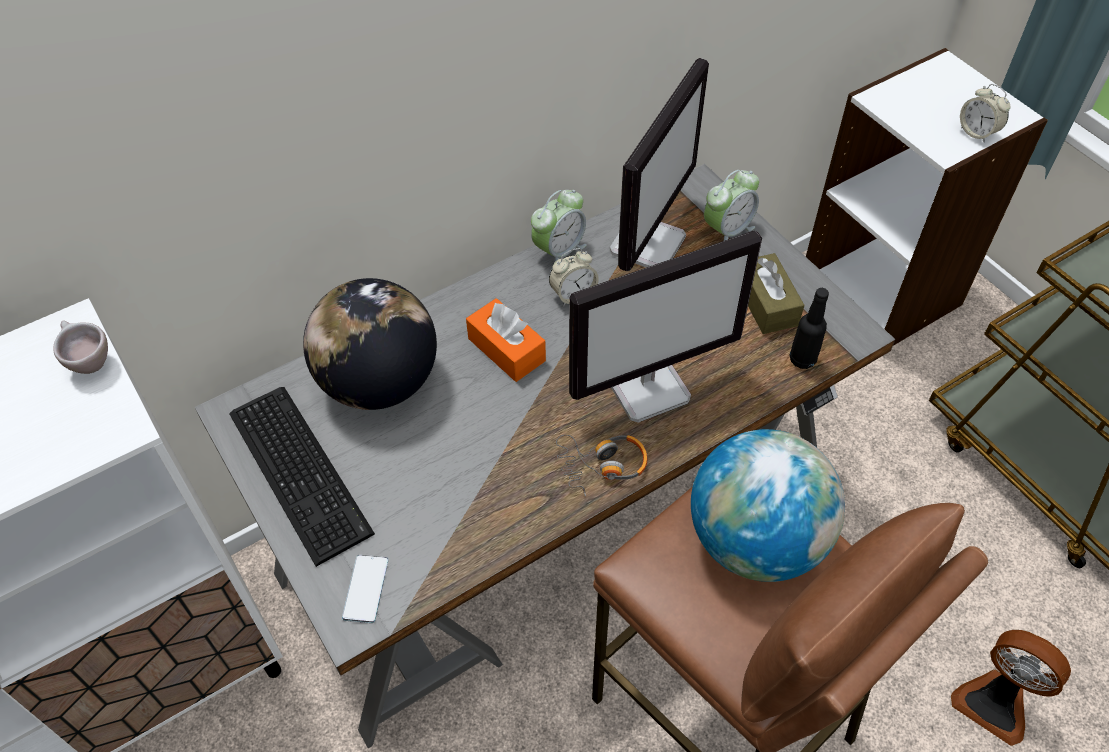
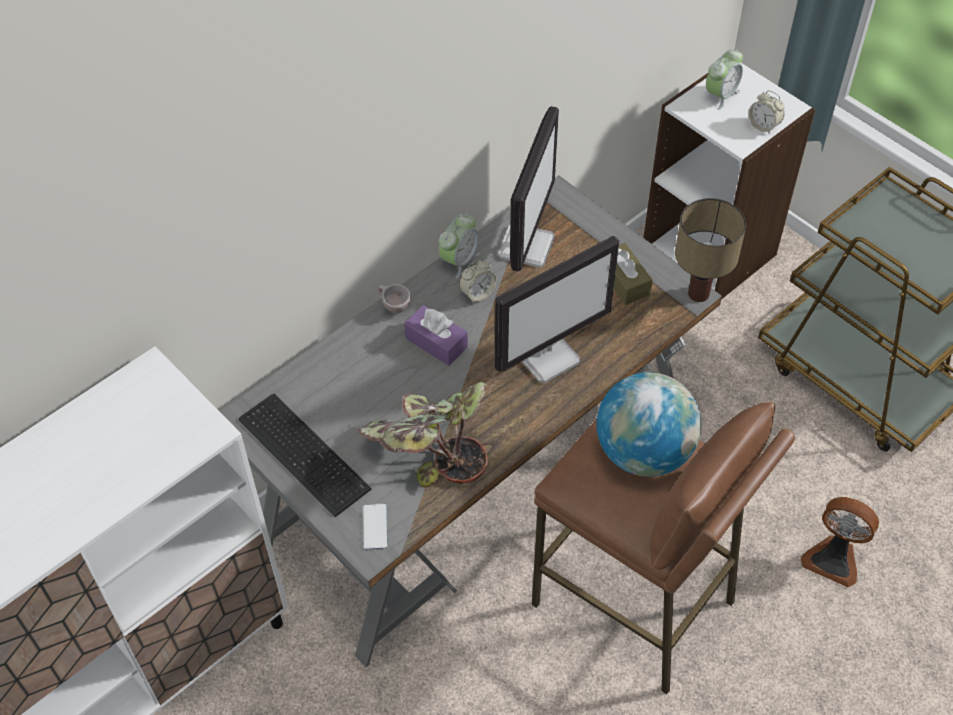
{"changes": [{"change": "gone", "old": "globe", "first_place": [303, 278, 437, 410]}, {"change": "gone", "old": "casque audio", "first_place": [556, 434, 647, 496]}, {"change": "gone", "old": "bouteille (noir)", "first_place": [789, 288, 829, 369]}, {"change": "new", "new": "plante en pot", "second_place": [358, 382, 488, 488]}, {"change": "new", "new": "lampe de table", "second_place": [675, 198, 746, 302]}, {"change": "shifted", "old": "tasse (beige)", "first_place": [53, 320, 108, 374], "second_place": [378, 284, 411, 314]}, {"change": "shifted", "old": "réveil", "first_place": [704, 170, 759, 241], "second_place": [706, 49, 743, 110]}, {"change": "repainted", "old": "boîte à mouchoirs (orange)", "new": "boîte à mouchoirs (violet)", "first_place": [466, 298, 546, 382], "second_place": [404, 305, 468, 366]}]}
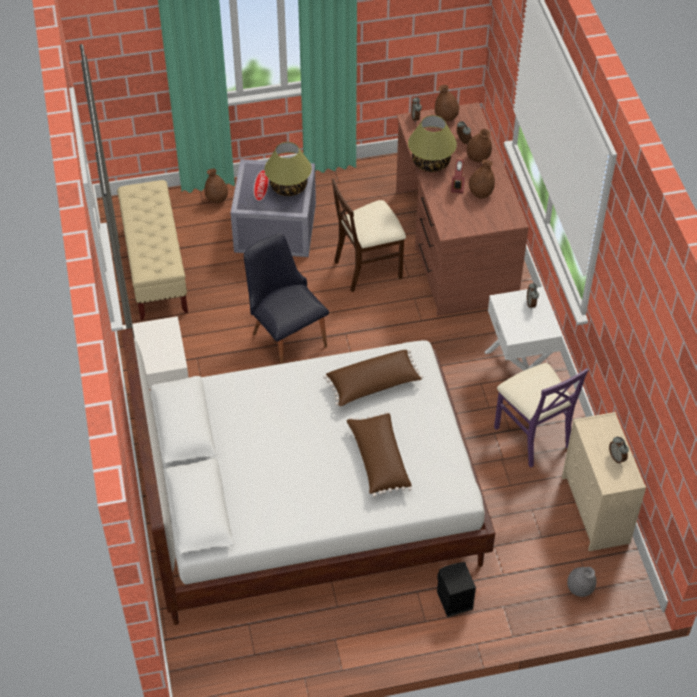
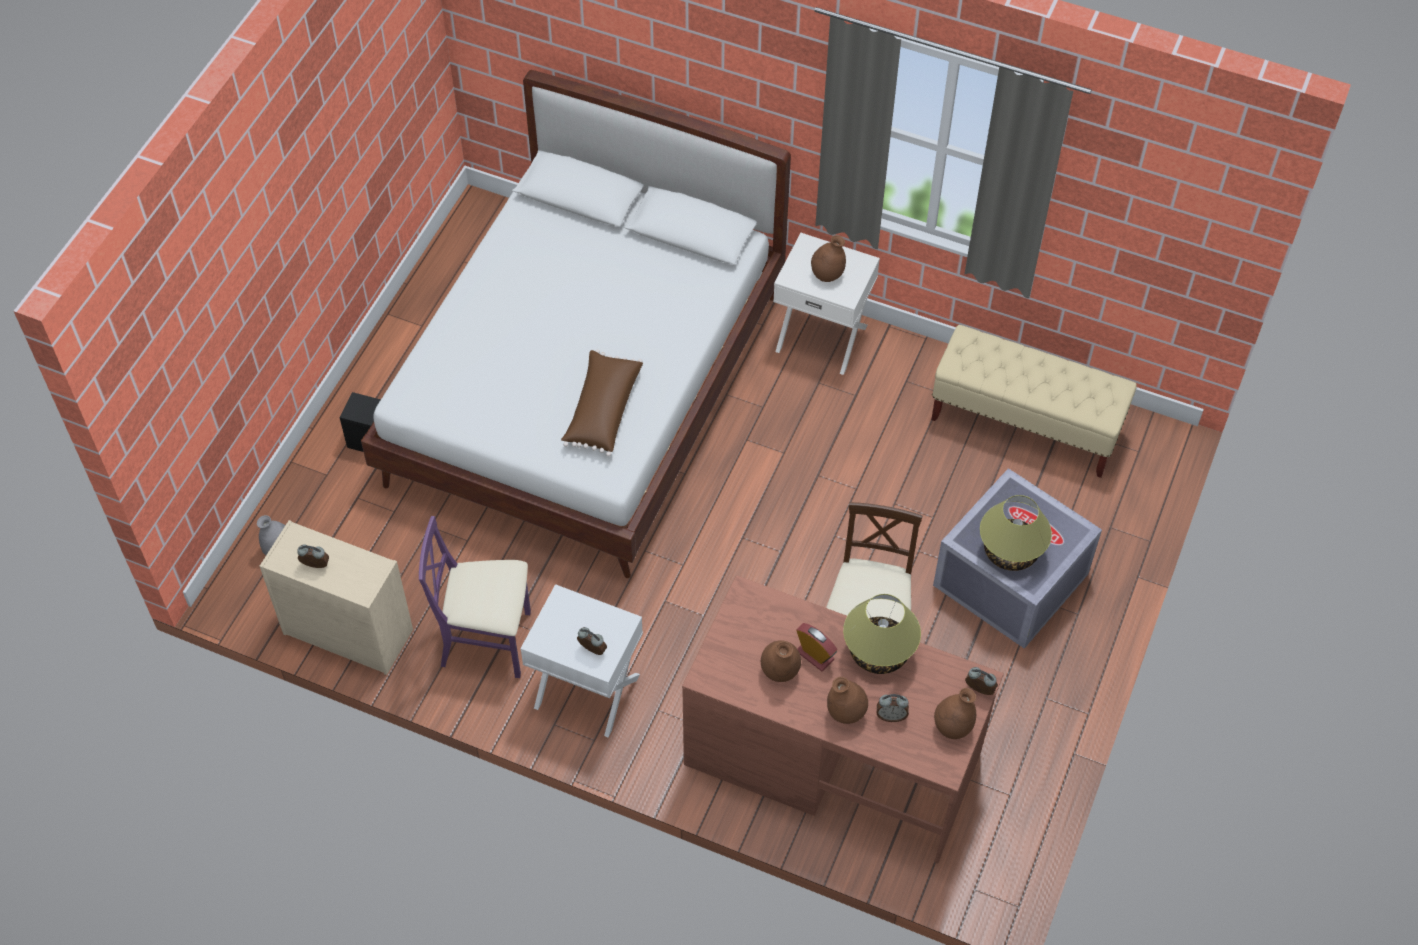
{"changes": [{"change": "gone", "old": "chaise (noir)", "first_place": [244, 234, 329, 364]}, {"change": "gone", "old": "coussin (marron)", "first_place": [347, 411, 412, 497]}, {"change": "shifted", "old": "vase (marron)", "first_place": [205, 169, 228, 203], "second_place": [811, 235, 846, 282]}]}
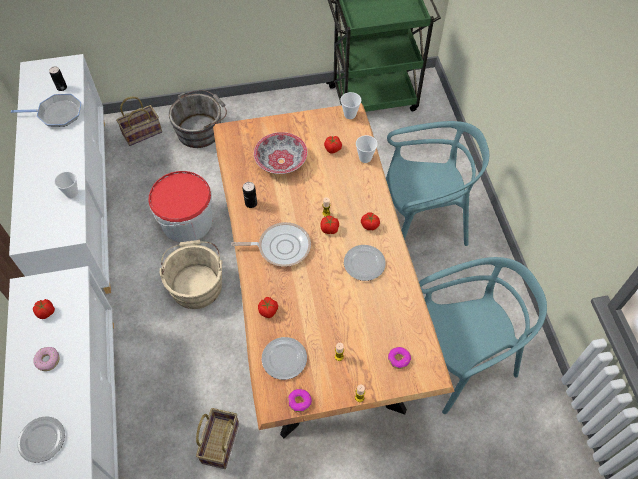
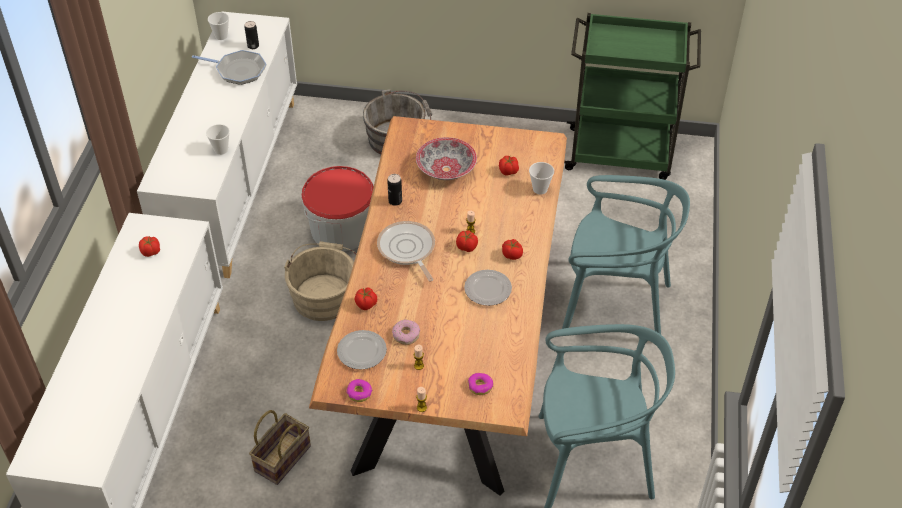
{"changes": [{"change": "gone", "old": "assiette", "first_place": [17, 416, 65, 463]}, {"change": "gone", "old": "panier", "first_place": [116, 97, 162, 146]}, {"change": "shifted", "old": "beignet", "first_place": [33, 347, 59, 371], "second_place": [392, 320, 420, 345]}, {"change": "shifted", "old": "tasse", "first_place": [340, 92, 361, 119], "second_place": [208, 12, 229, 40]}, {"change": "rotated", "old": "poêle", "first_place": [231, 222, 311, 267], "second_place": [377, 221, 435, 282], "degrees": -135}]}
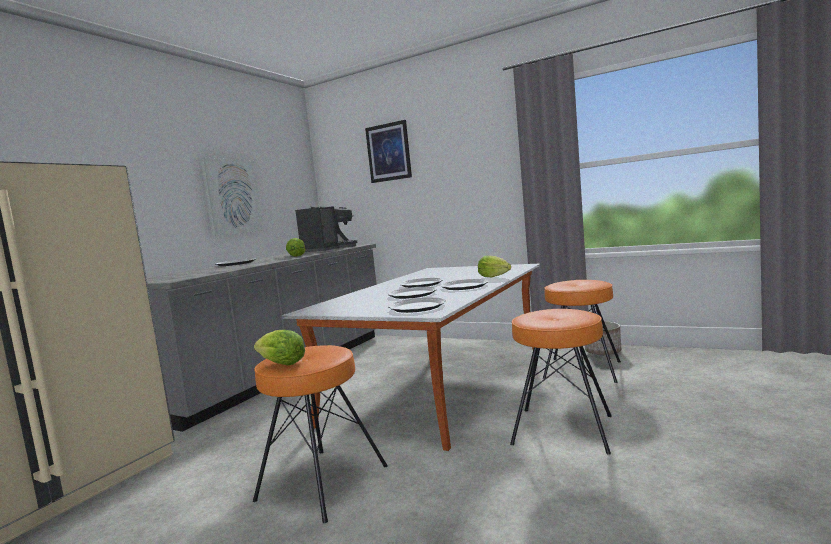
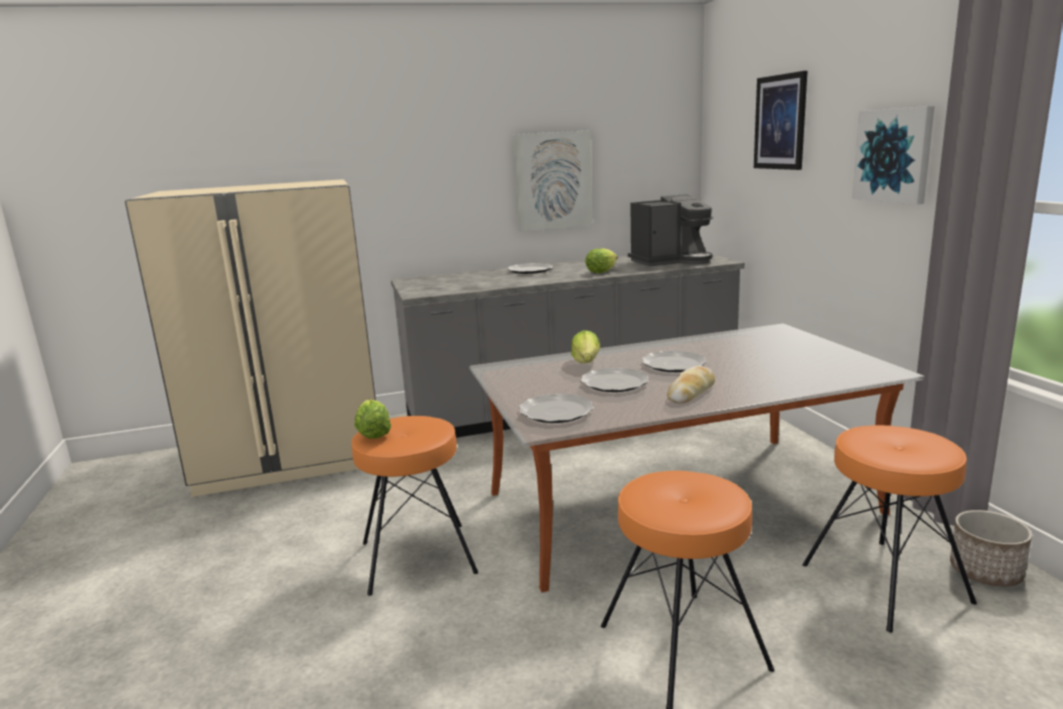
{"changes": [{"change": "new", "new": "tableau", "second_place": [852, 106, 935, 204]}, {"change": "shifted", "old": "laitue", "first_place": [478, 255, 511, 277], "second_place": [571, 330, 600, 363]}, {"change": "swapped", "old": "assiette", "new": "pain", "first_place": [440, 279, 489, 290], "second_place": [667, 366, 715, 404]}]}
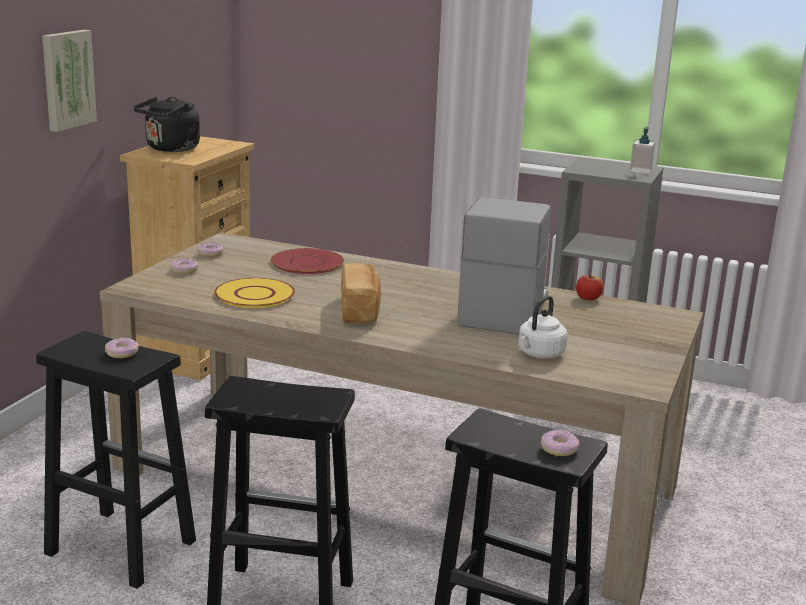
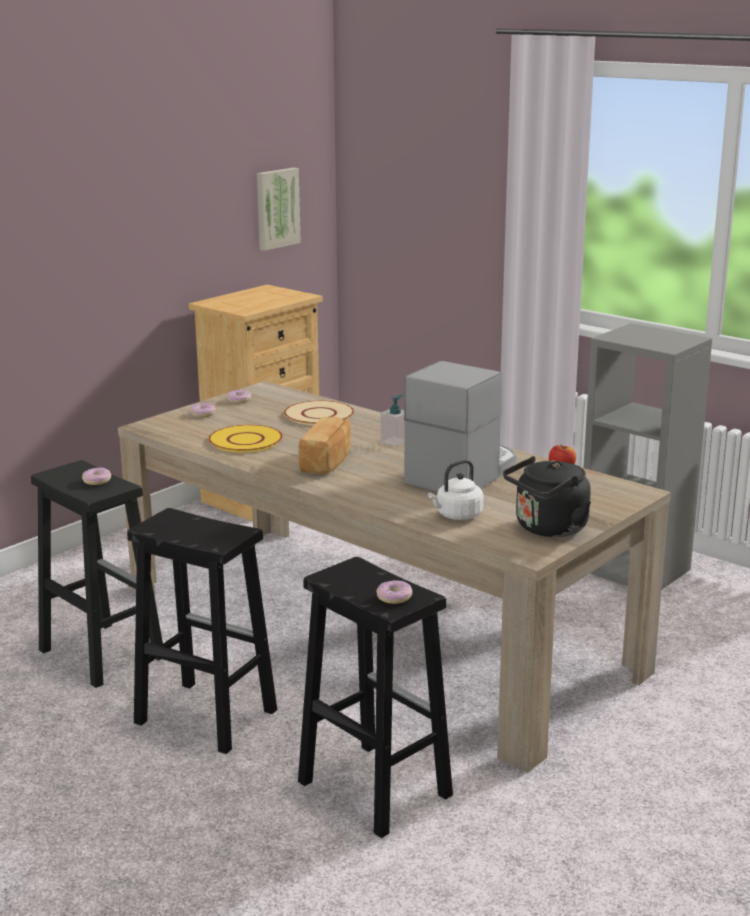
{"changes": [{"change": "shifted", "old": "tableau", "first_place": [42, 30, 97, 132], "second_place": [257, 168, 301, 251]}, {"change": "shifted", "old": "bouilloire (noir)", "first_place": [134, 97, 200, 152], "second_place": [503, 456, 591, 537]}, {"change": "shifted", "old": "distributeur de savon", "first_place": [630, 127, 655, 174], "second_place": [380, 394, 405, 447]}, {"change": "repainted", "old": "assiette (rouge)", "new": "assiette (beige)", "first_place": [271, 248, 344, 274], "second_place": [284, 400, 354, 425]}]}
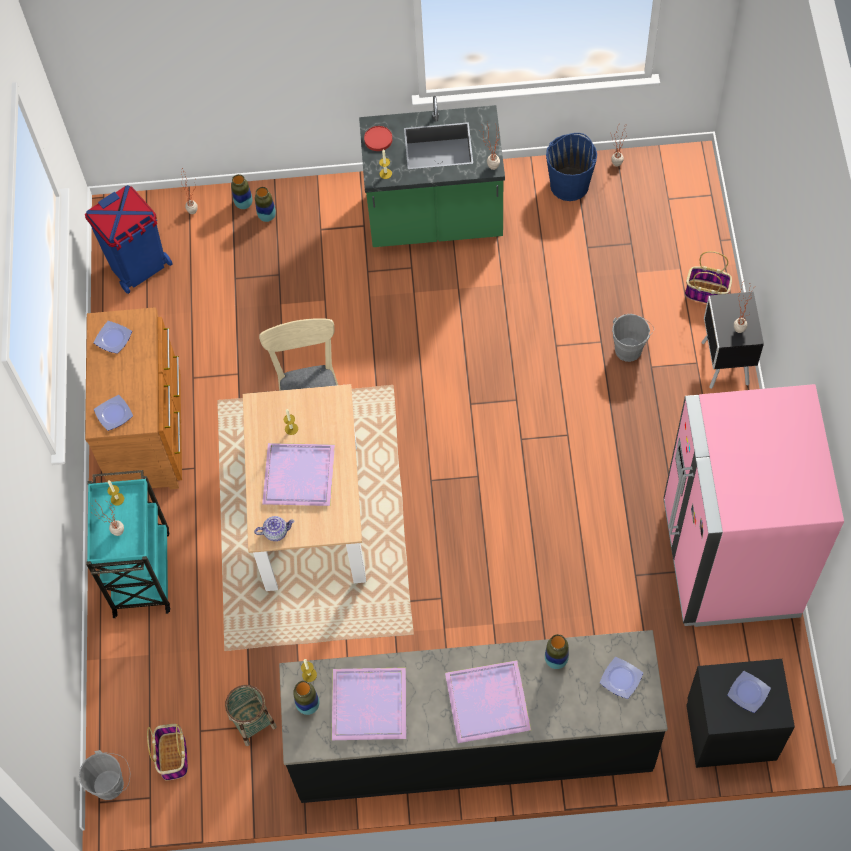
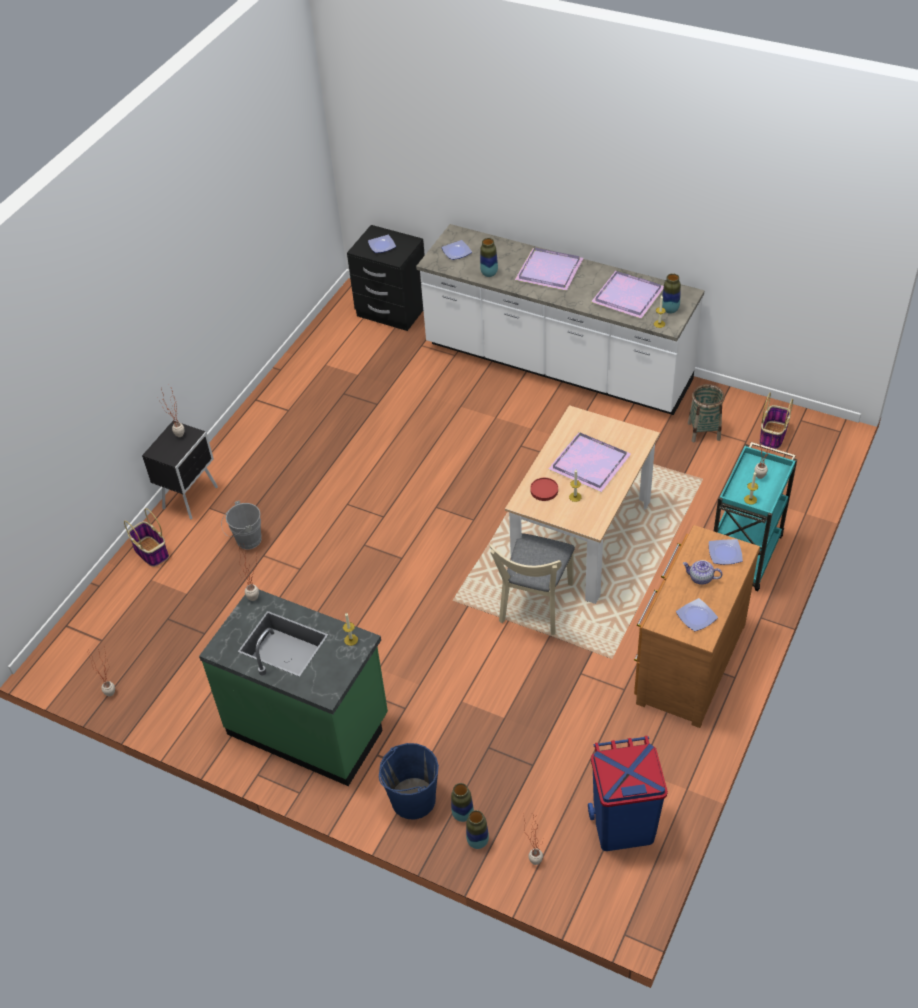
{"changes": [{"change": "gone", "old": "seau (gris)", "first_place": [79, 750, 130, 800]}, {"change": "gone", "old": "réfrigérateur (rose)", "first_place": [663, 384, 844, 627]}, {"change": "shifted", "old": "théière", "first_place": [254, 516, 295, 541], "second_place": [682, 560, 722, 585]}, {"change": "shifted", "old": "assiette (rouge)", "first_place": [364, 126, 392, 151], "second_place": [530, 478, 558, 501]}, {"change": "shifted", "old": "seau (bleu)", "first_place": [546, 133, 597, 201], "second_place": [379, 743, 439, 820]}, {"change": "repainted", "old": "comptoir de cuisine (noir)", "new": "comptoir de cuisine (blanc)", "first_place": [279, 630, 668, 803], "second_place": [416, 224, 704, 415]}]}
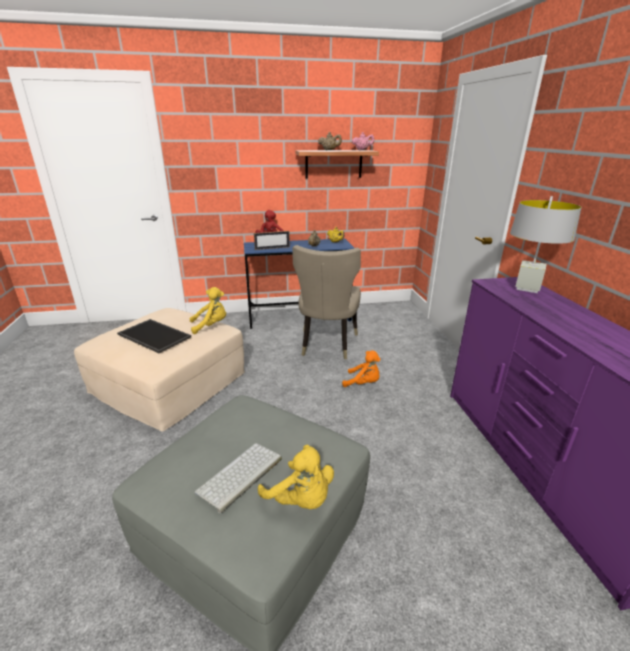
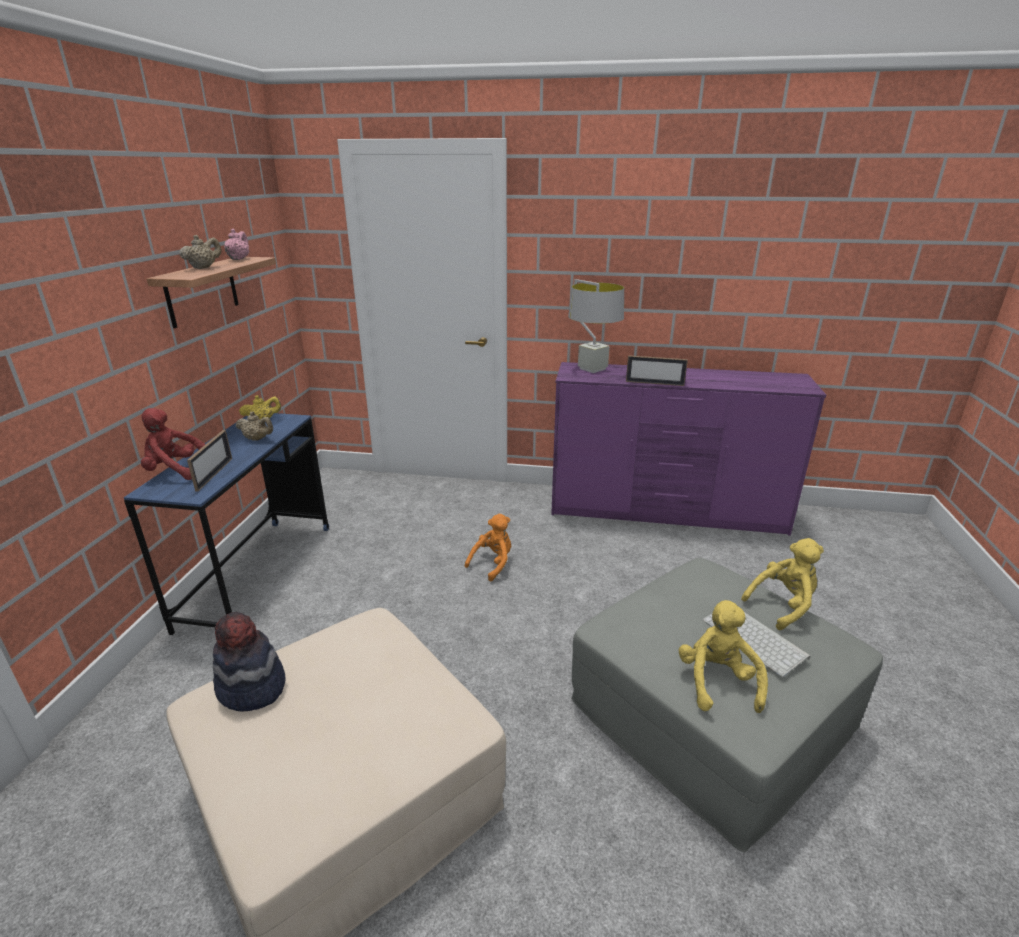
{"changes": [{"change": "gone", "old": "plateau", "first_place": [117, 319, 191, 353]}, {"change": "gone", "old": "chaise (beige)", "first_place": [293, 245, 361, 359]}, {"change": "new", "new": "chapeau", "second_place": [213, 612, 285, 712]}, {"change": "new", "new": "cadre photo", "second_place": [626, 355, 688, 386]}, {"change": "shifted", "old": "peluche (jaune)", "first_place": [189, 287, 226, 334], "second_place": [679, 600, 768, 713]}]}
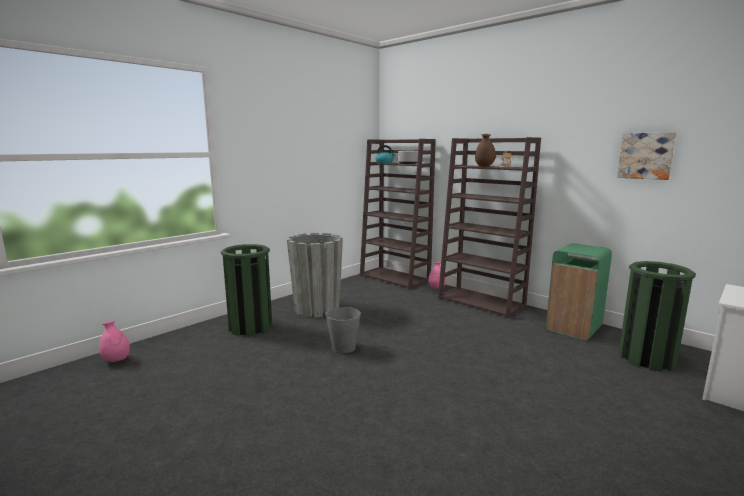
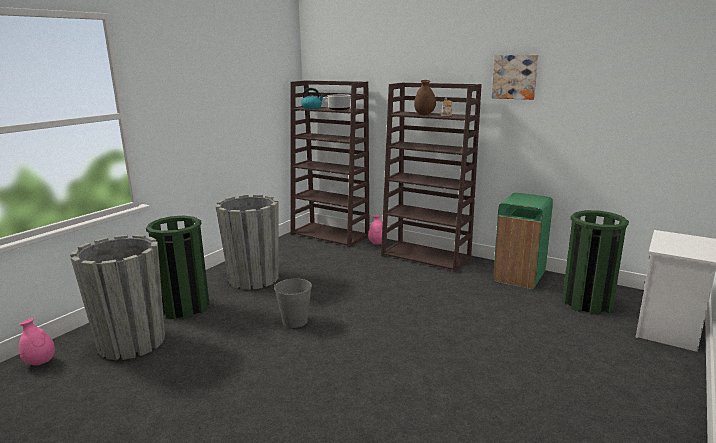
{"changes": [{"change": "new", "new": "cache-pot (gris)", "second_place": [70, 234, 165, 360]}, {"change": "shifted", "old": "tableau", "first_place": [617, 132, 677, 180], "second_place": [492, 55, 539, 100]}]}
